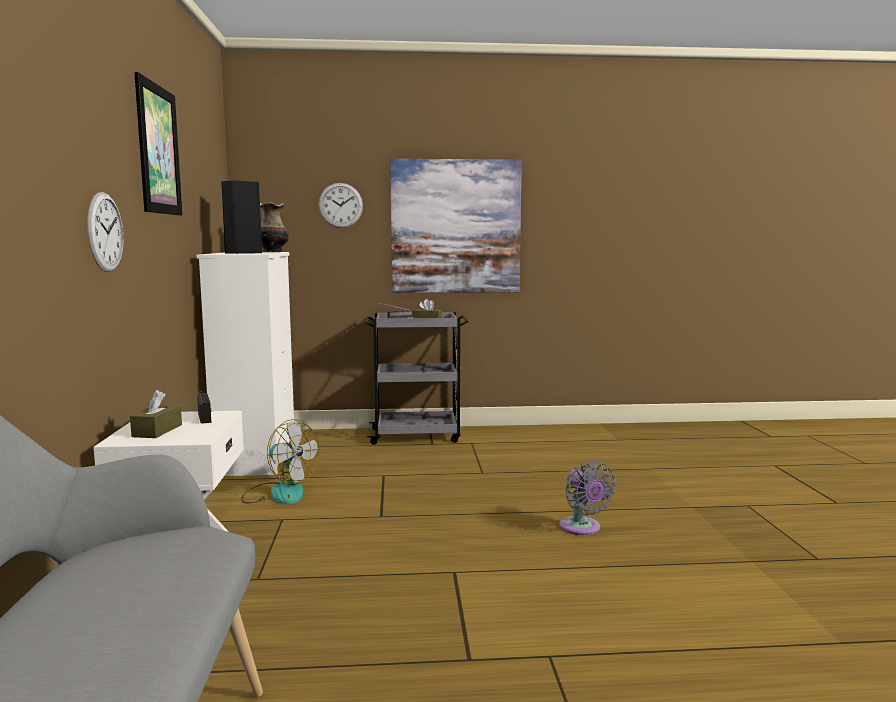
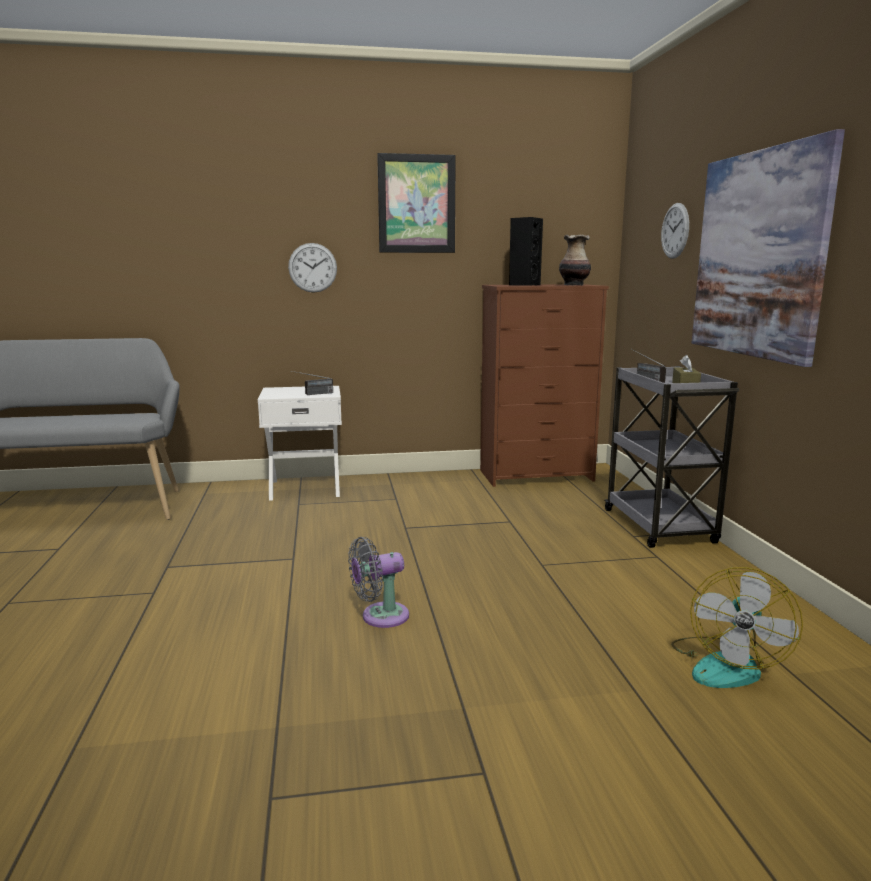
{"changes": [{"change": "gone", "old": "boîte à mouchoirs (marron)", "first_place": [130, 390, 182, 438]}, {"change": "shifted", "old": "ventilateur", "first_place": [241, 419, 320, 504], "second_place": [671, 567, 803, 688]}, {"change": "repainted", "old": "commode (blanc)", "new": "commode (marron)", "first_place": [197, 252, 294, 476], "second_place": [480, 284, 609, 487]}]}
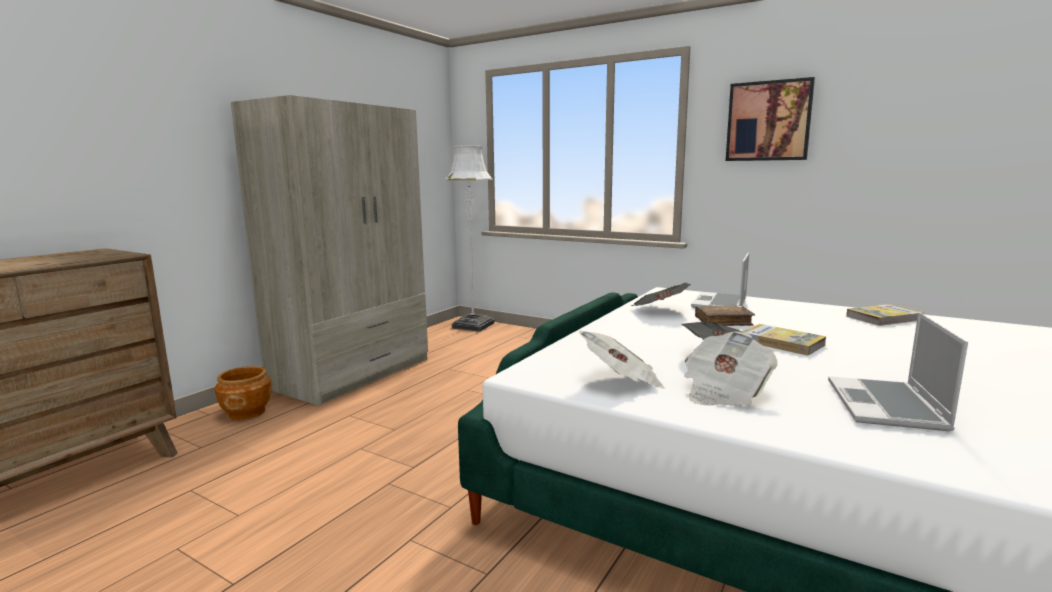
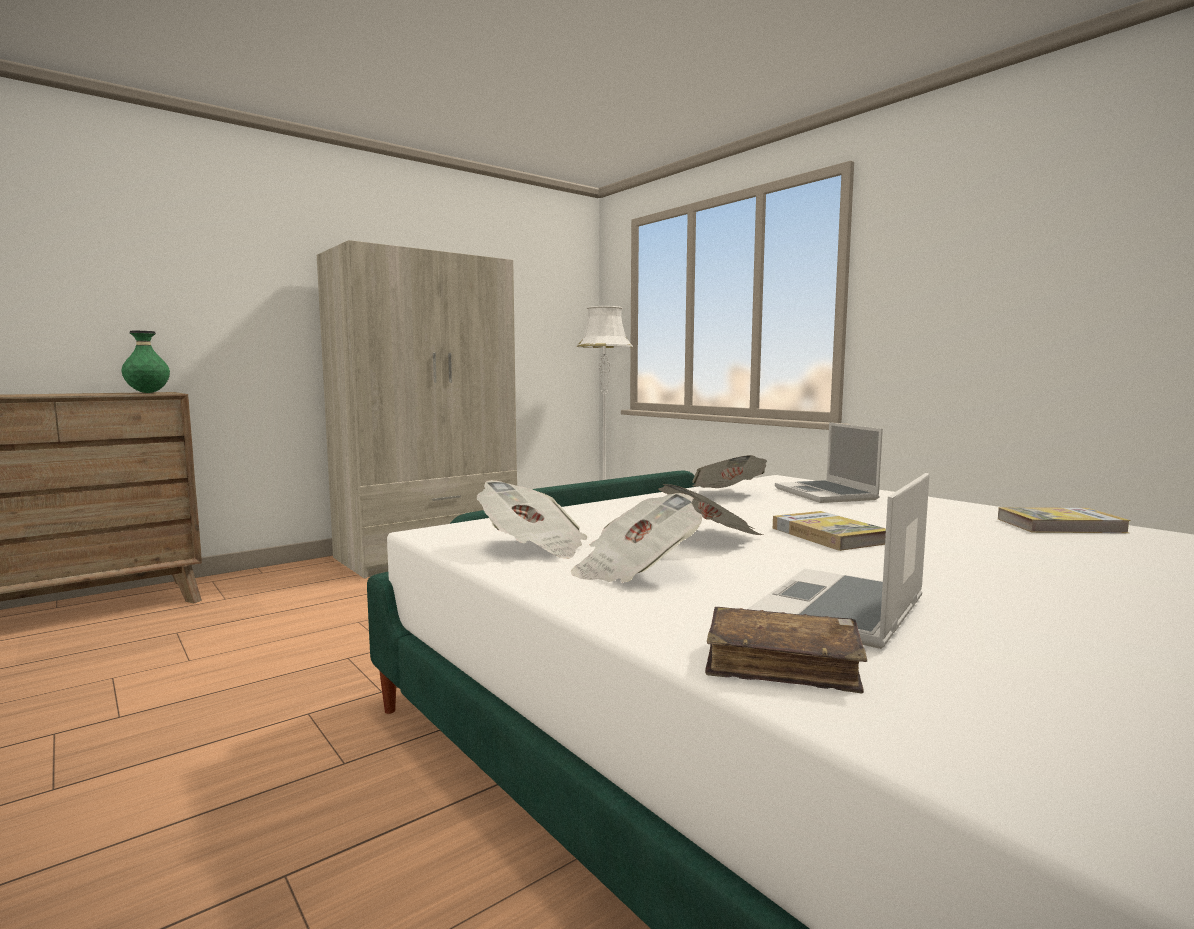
{"changes": [{"change": "gone", "old": "cache-pot (marron)", "first_place": [215, 366, 272, 420]}, {"change": "gone", "old": "tableau", "first_place": [726, 77, 815, 161]}, {"change": "new", "new": "vase (vert)", "second_place": [121, 331, 170, 393]}, {"change": "shifted", "old": "livre (marron)", "first_place": [695, 306, 755, 326], "second_place": [705, 607, 867, 694]}, {"change": "rotated", "old": "ordinateur portable", "first_place": [691, 252, 749, 308], "second_place": [775, 422, 883, 503], "degrees": -60}]}
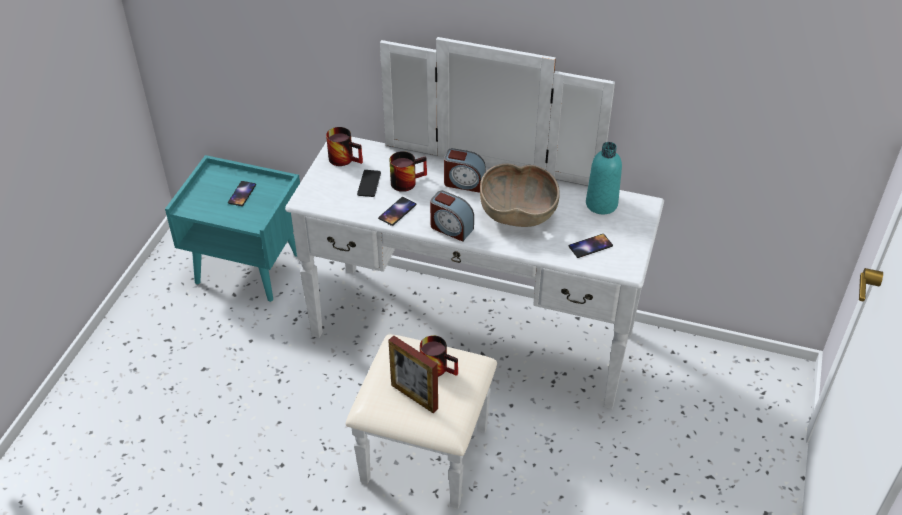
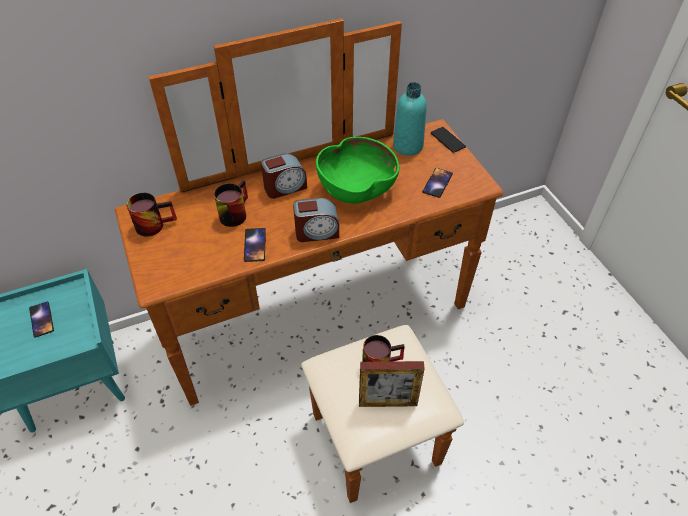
{"changes": [{"change": "shifted", "old": "téléphone", "first_place": [357, 170, 381, 197], "second_place": [431, 127, 466, 153]}, {"change": "repainted", "old": "commode (blanc)", "new": "commode (marron)", "first_place": [285, 37, 664, 508], "second_place": [115, 18, 503, 503]}, {"change": "repainted", "old": "bol (marron)", "new": "bol (vert)", "first_place": [480, 164, 560, 227], "second_place": [316, 137, 399, 204]}]}
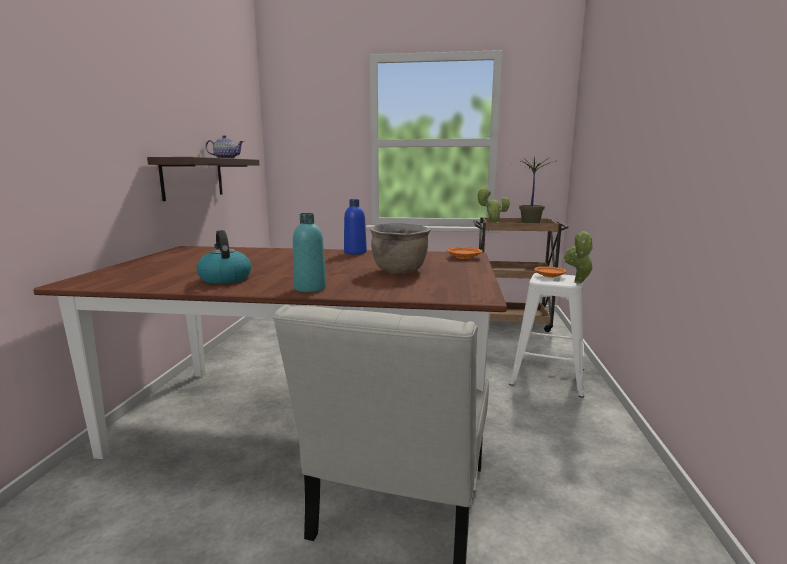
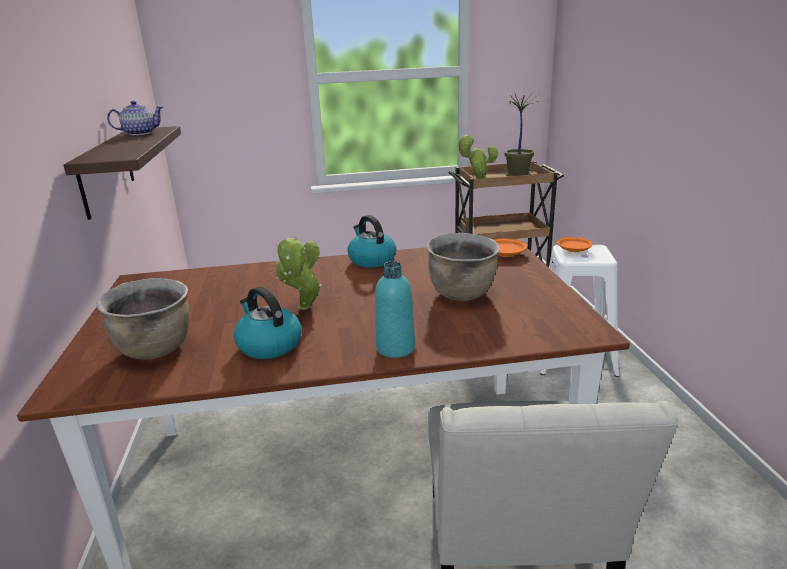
{"changes": [{"change": "new", "new": "marmite (marron)", "second_place": [96, 278, 190, 360]}, {"change": "shifted", "old": "plante en pot", "first_place": [564, 231, 594, 284], "second_place": [276, 236, 322, 310]}, {"change": "swapped", "old": "bouteille (bleu)", "new": "bouilloire", "first_place": [344, 199, 367, 255], "second_place": [347, 215, 397, 268]}]}
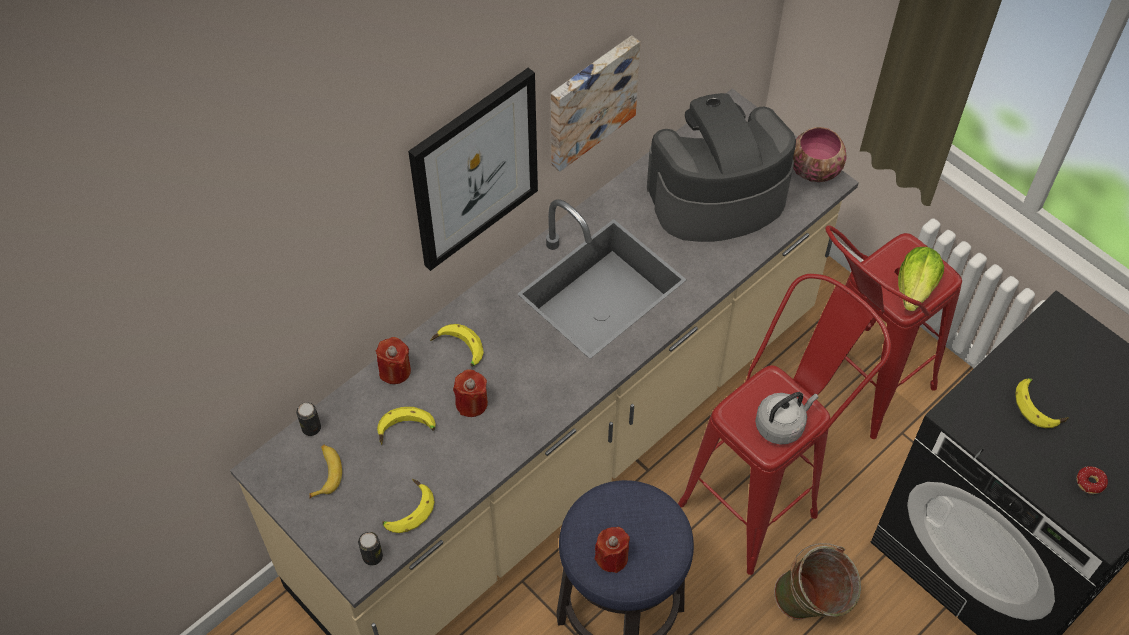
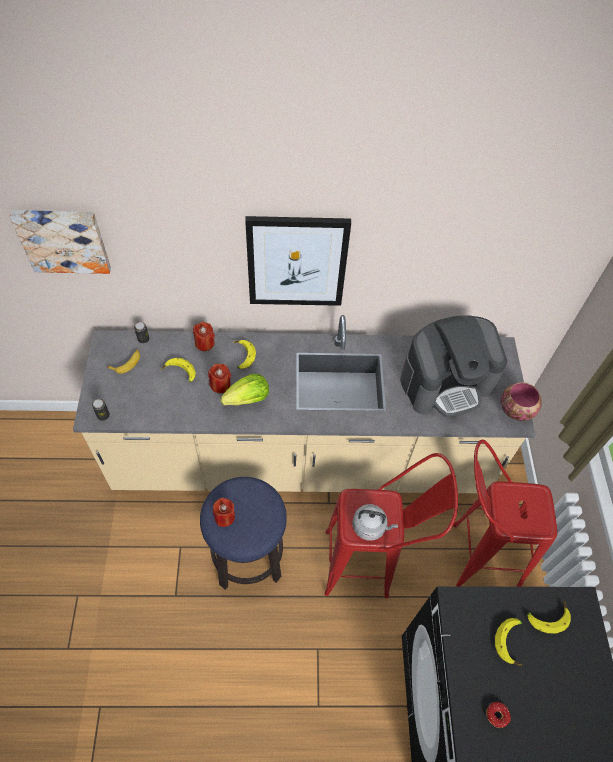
{"changes": [{"change": "gone", "old": "seau (vert)", "first_place": [774, 543, 861, 620]}, {"change": "shifted", "old": "banane", "first_place": [383, 479, 434, 533], "second_place": [527, 600, 571, 633]}, {"change": "shifted", "old": "tableau", "first_place": [551, 35, 640, 172], "second_place": [9, 210, 111, 274]}, {"change": "shifted", "old": "laitue", "first_place": [898, 247, 944, 311], "second_place": [220, 374, 269, 405]}, {"change": "rotated", "old": "machine à café", "first_place": [647, 93, 796, 242], "second_place": [400, 315, 507, 417], "degrees": 135}]}
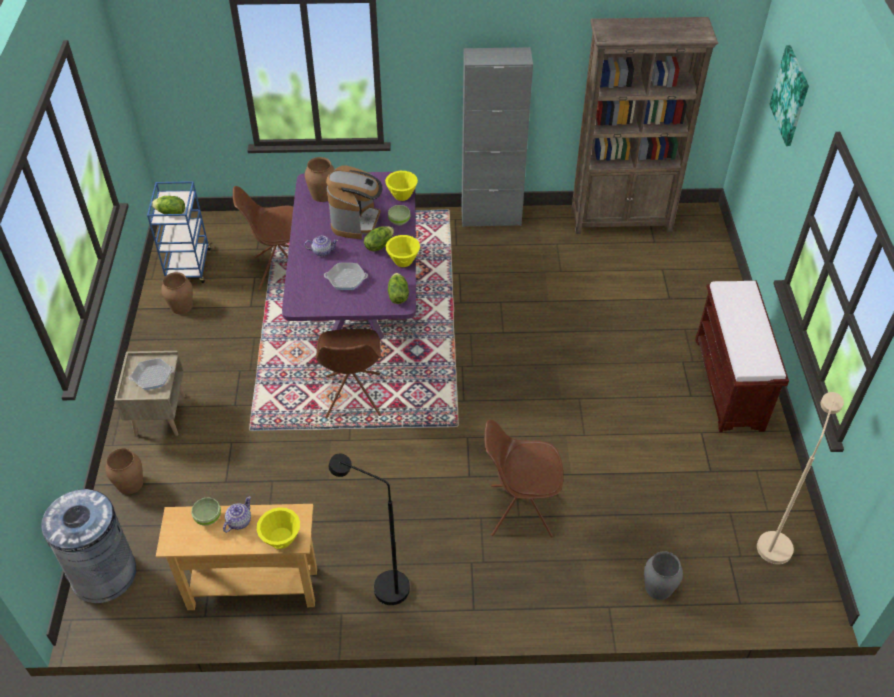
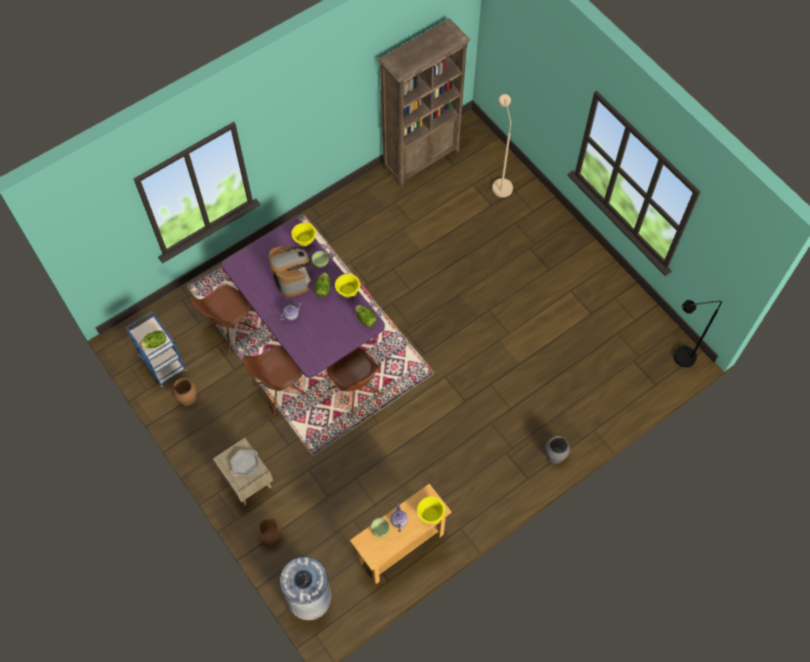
{"changes": [{"change": "gone", "old": "vase (marron)", "first_place": [305, 157, 335, 202]}, {"change": "gone", "old": "poêle", "first_place": [324, 263, 368, 290]}, {"change": "gone", "old": "meuble de rangement (gris)", "first_place": [461, 47, 533, 227]}, {"change": "gone", "old": "banc (marron)", "first_place": [695, 280, 789, 433]}, {"change": "gone", "old": "tableau", "first_place": [769, 45, 809, 146]}, {"change": "shifted", "old": "lampadaire (noir)", "first_place": [329, 454, 410, 605], "second_place": [674, 300, 722, 367]}, {"change": "shifted", "old": "chaise (marron)", "first_place": [484, 419, 563, 537], "second_place": [242, 346, 308, 415]}, {"change": "shifted", "old": "vase (gris)", "first_place": [644, 551, 683, 600], "second_place": [545, 436, 570, 464]}, {"change": "shifted", "old": "lampadaire (beige)", "first_place": [757, 392, 844, 564], "second_place": [492, 94, 513, 197]}]}
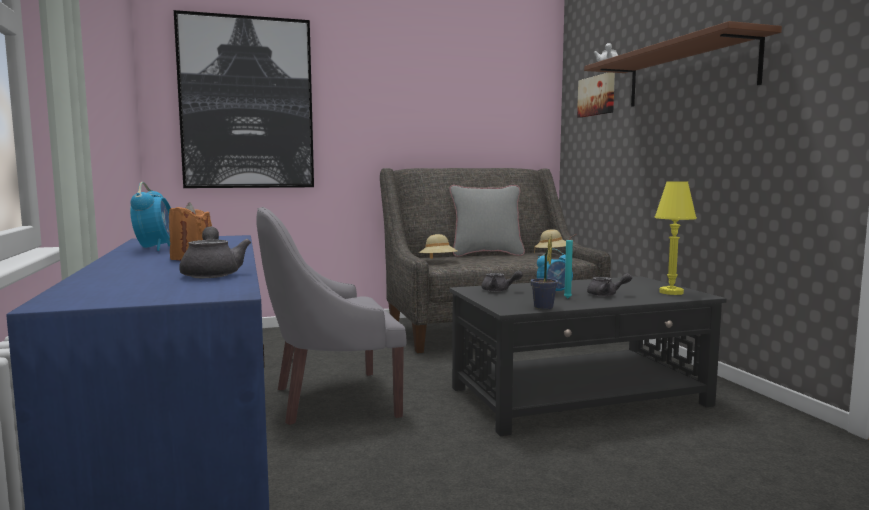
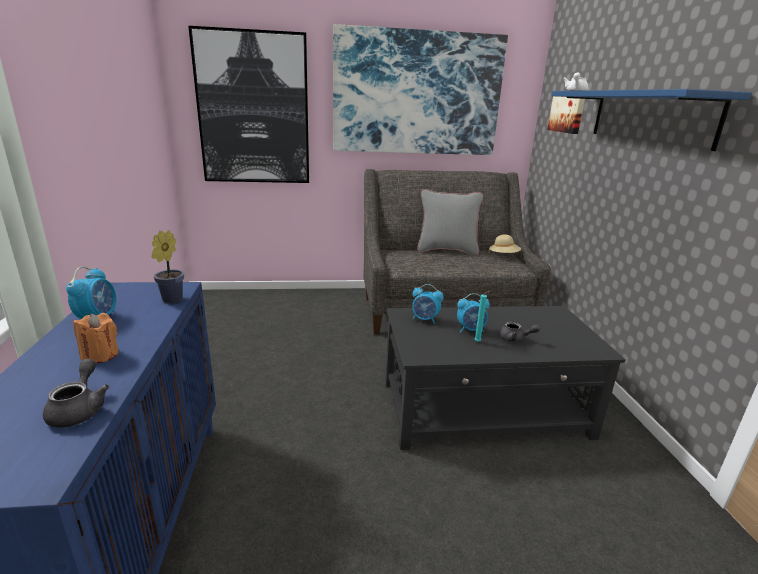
{"changes": [{"change": "gone", "old": "fauteuil (gris)", "first_place": [256, 207, 406, 425]}, {"change": "gone", "old": "chapeau (beige)", "first_place": [419, 234, 457, 259]}, {"change": "gone", "old": "lampe de table (jaune)", "first_place": [654, 181, 697, 295]}, {"change": "new", "new": "tableau", "second_place": [333, 24, 508, 155]}, {"change": "shifted", "old": "plante en pot", "first_place": [530, 236, 558, 310], "second_place": [152, 230, 184, 303]}, {"change": "swapped", "old": "théière (gris)", "new": "réveil", "first_place": [482, 270, 523, 292], "second_place": [412, 284, 444, 324]}, {"change": "repainted", "old": "étagère (marron)", "new": "étagère (bleu)", "first_place": [584, 21, 782, 107], "second_place": [552, 89, 752, 151]}]}
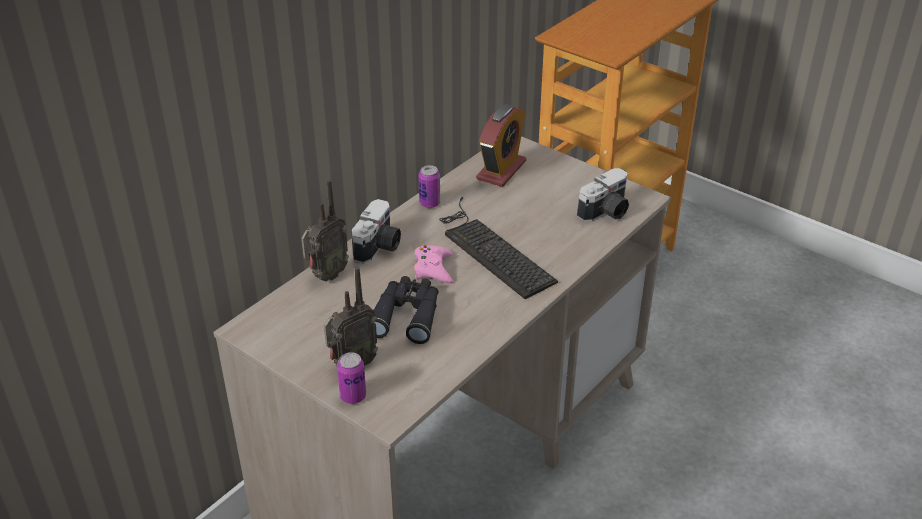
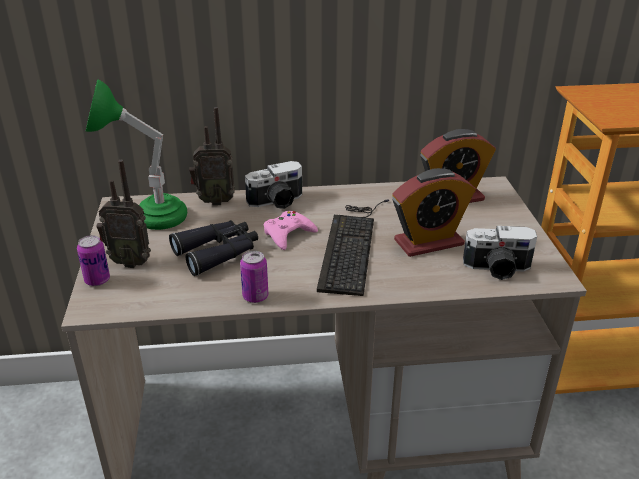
{"changes": [{"change": "new", "new": "lampe de table (vert)", "second_place": [86, 79, 187, 230]}, {"change": "new", "new": "réveil", "second_place": [392, 168, 476, 257]}, {"change": "shifted", "old": "boîte métallique", "first_place": [418, 165, 440, 208], "second_place": [240, 251, 268, 303]}]}
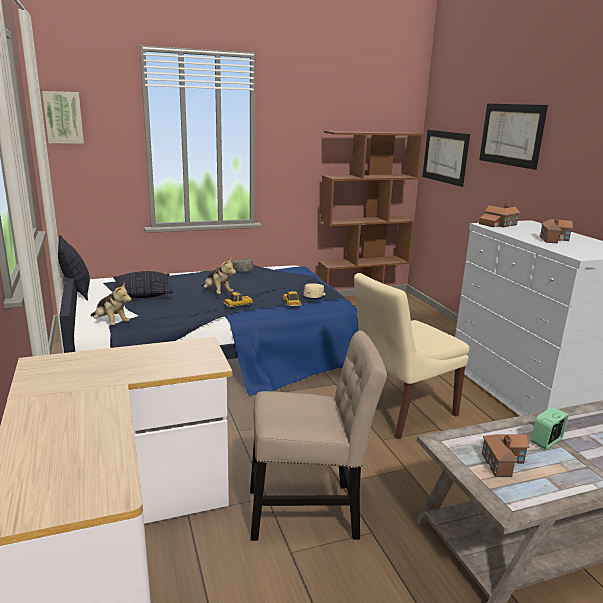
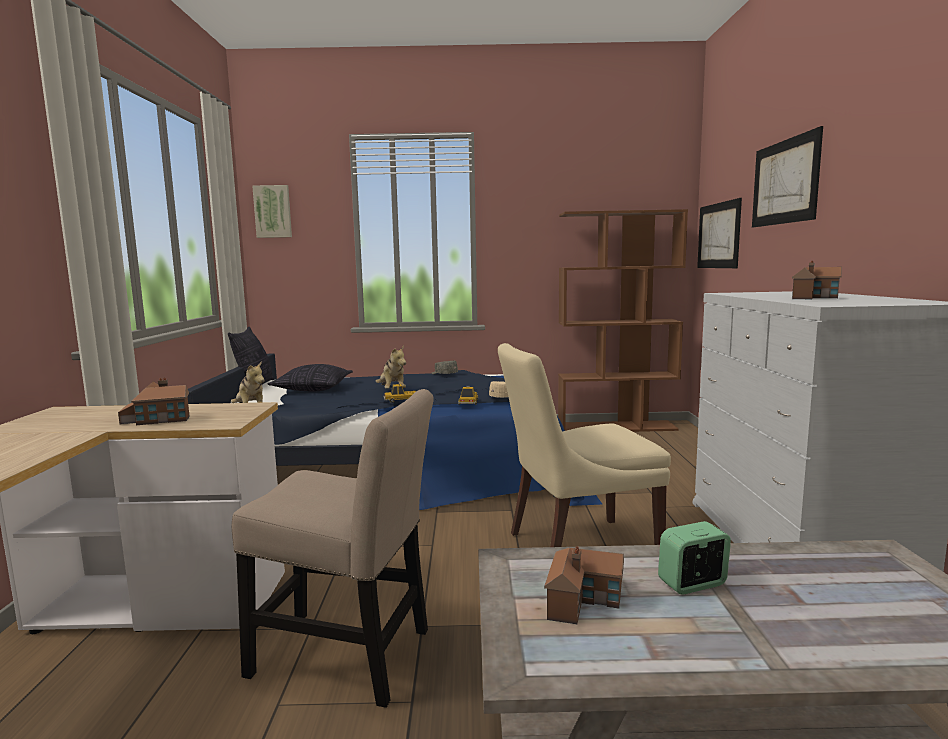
{"changes": [{"change": "shifted", "old": "maison miniature", "first_place": [479, 203, 520, 228], "second_place": [118, 378, 190, 425]}]}
